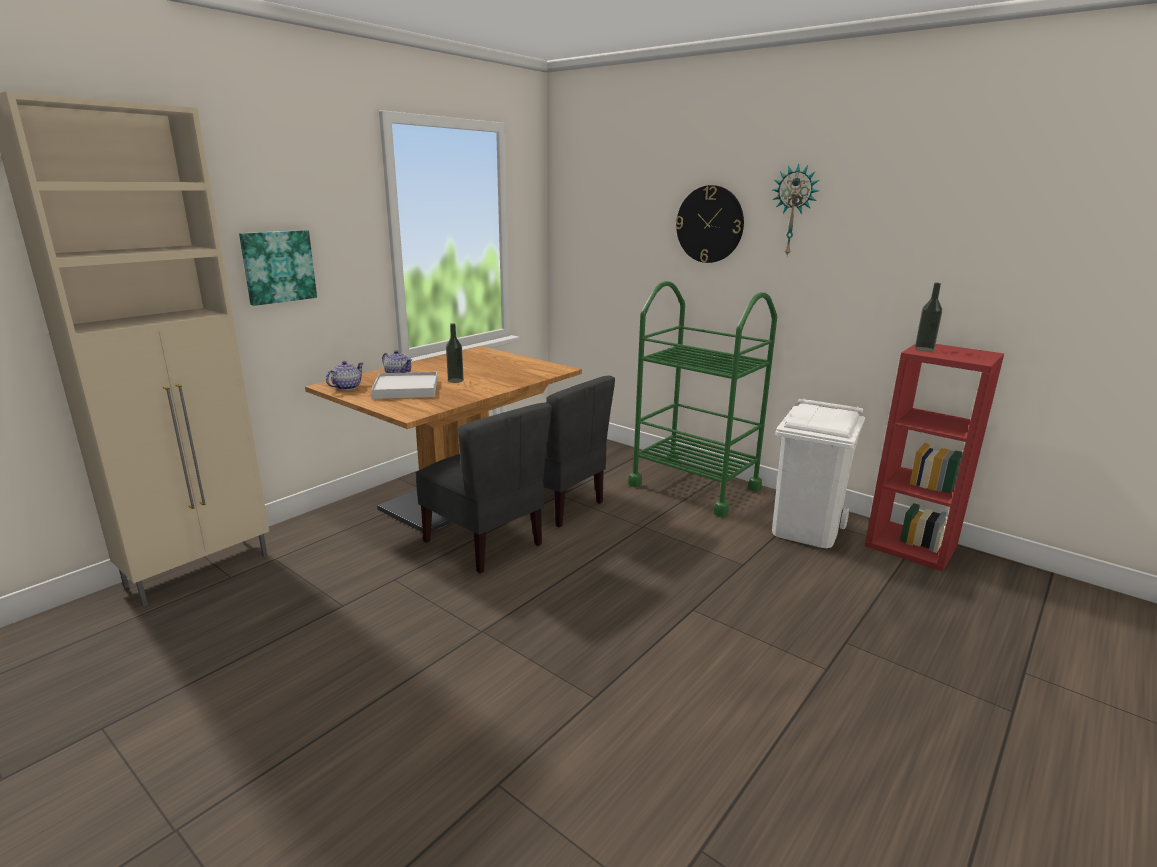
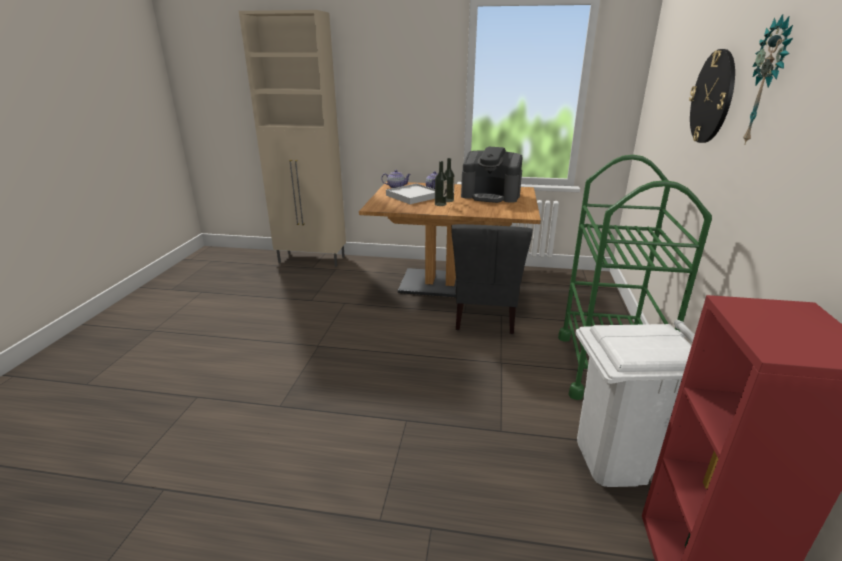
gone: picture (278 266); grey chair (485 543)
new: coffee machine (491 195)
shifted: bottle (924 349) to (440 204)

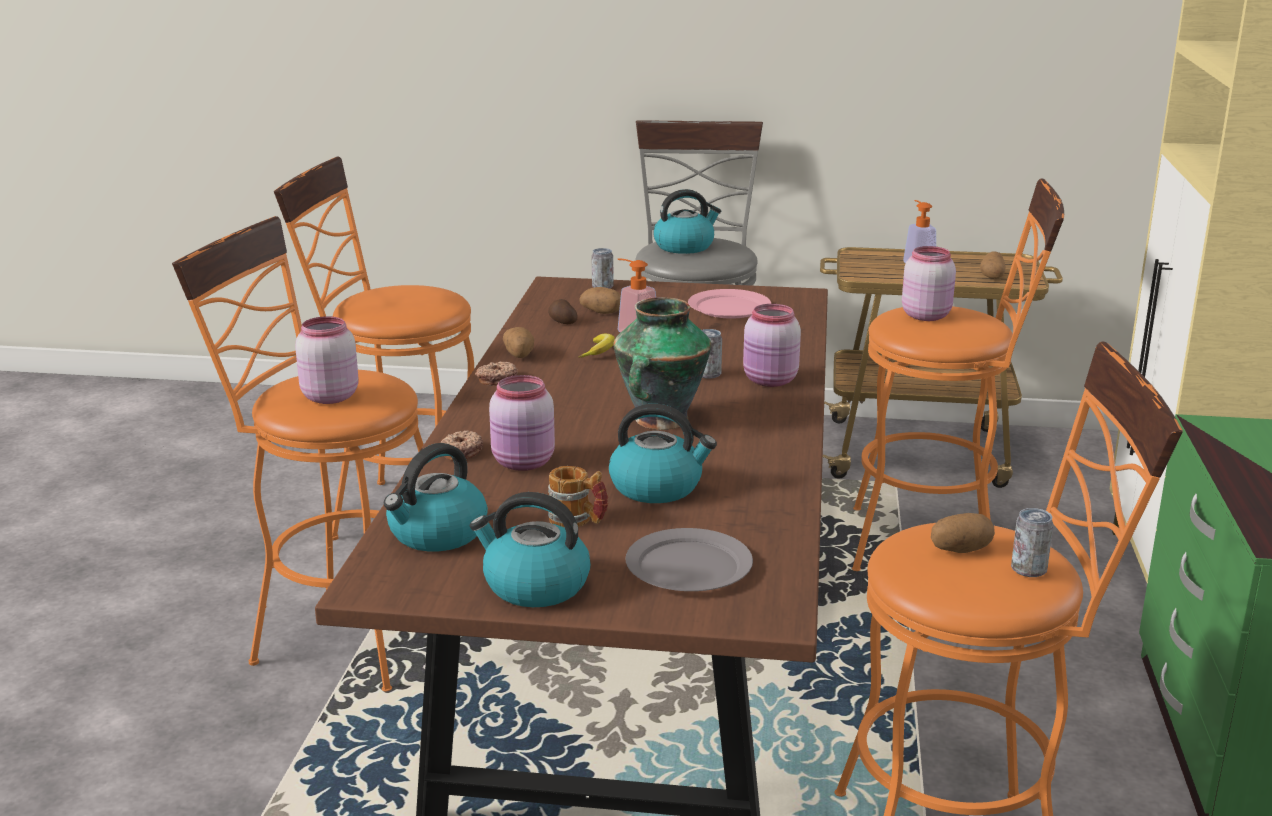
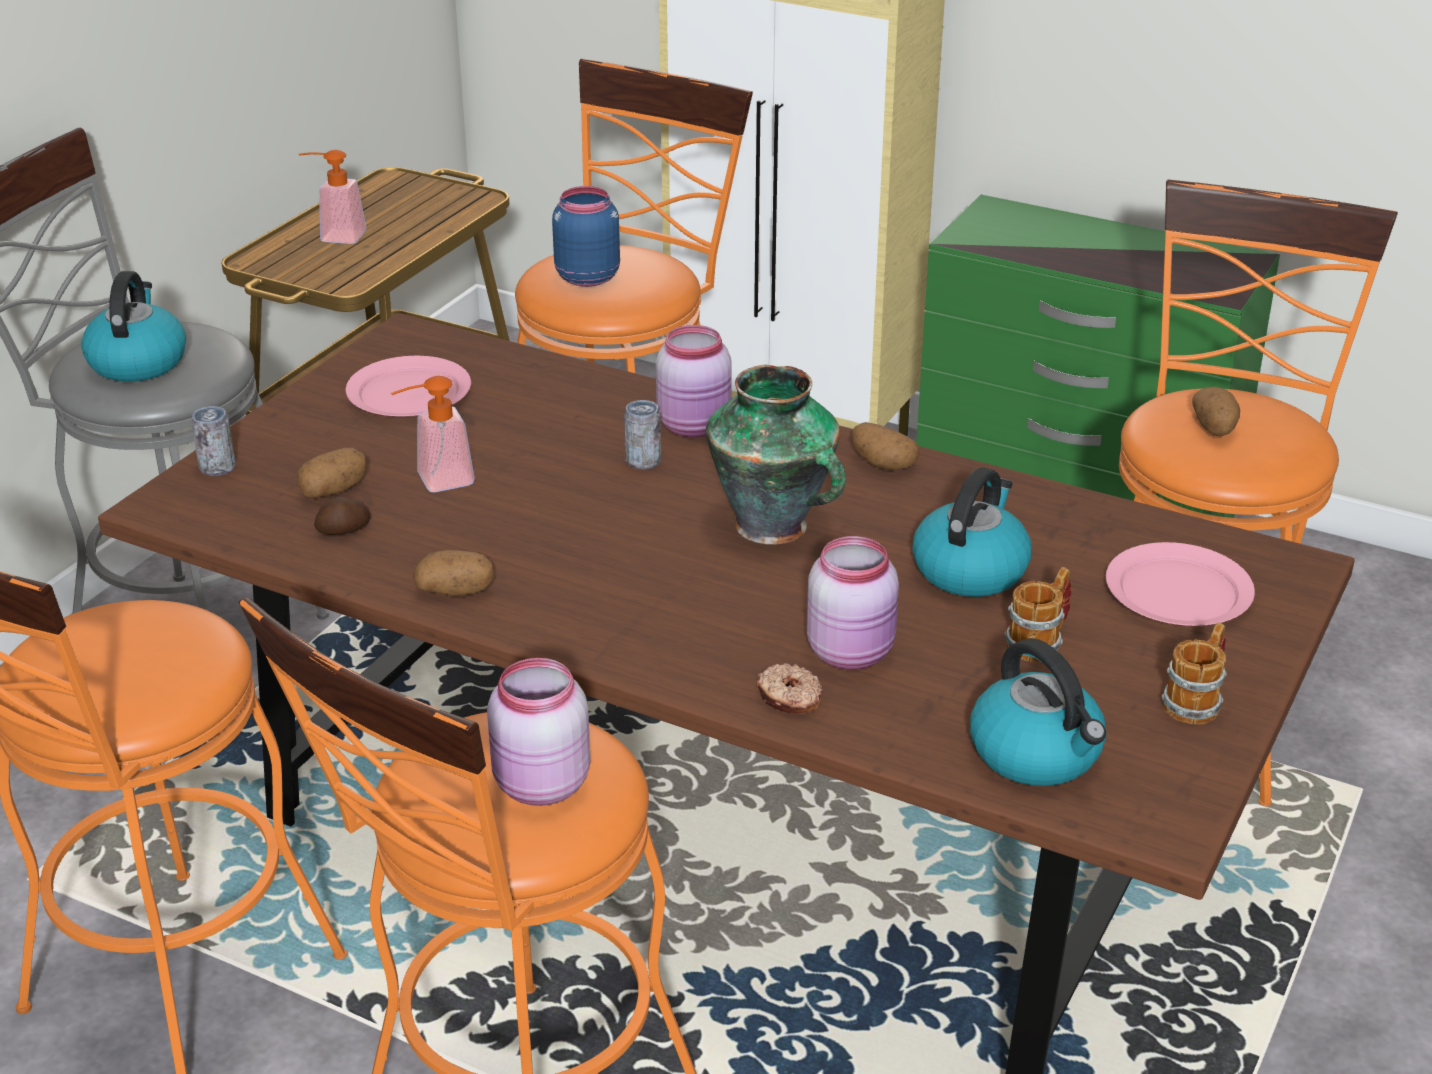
gone: banana (599 351); donut (496 379); can (1028 569)
shifted: potato (992 276) to (882 464)
swapped: kettle (534 586) to mug (1196 701)
repainted: pink jar (926 315) to blue jar (586 277); grey plate (690 566) to pink plate (1178 590)

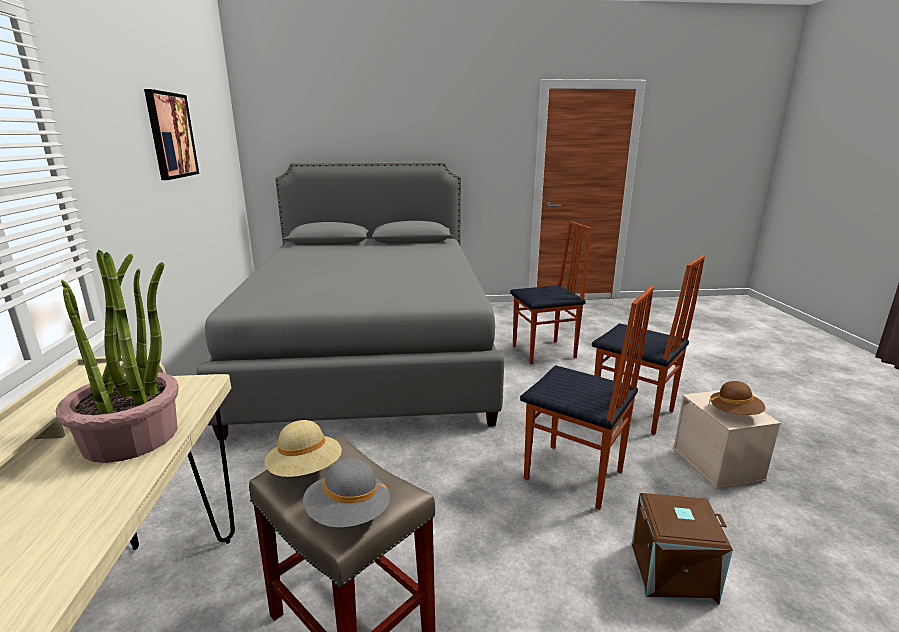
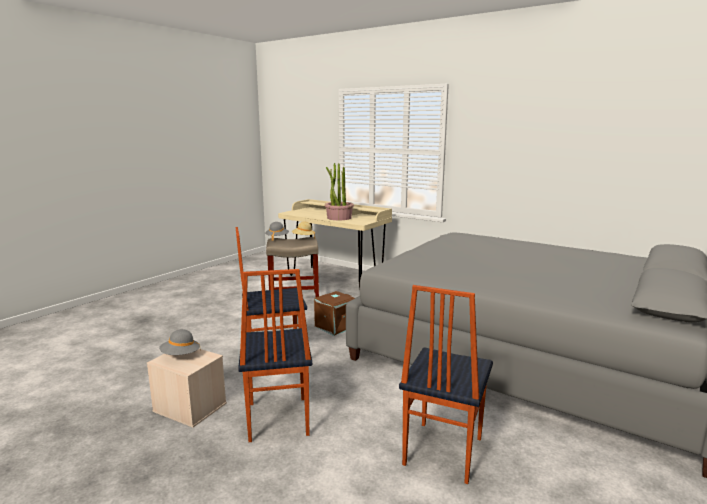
gone: picture (171 135)
shifted: brown storage box (672 573) to (335 326)
repainted: brown hat (734 413) to grey hat (180 355)
rotated: chair (632 412) = (276 419) 90 degrees counterclockwise

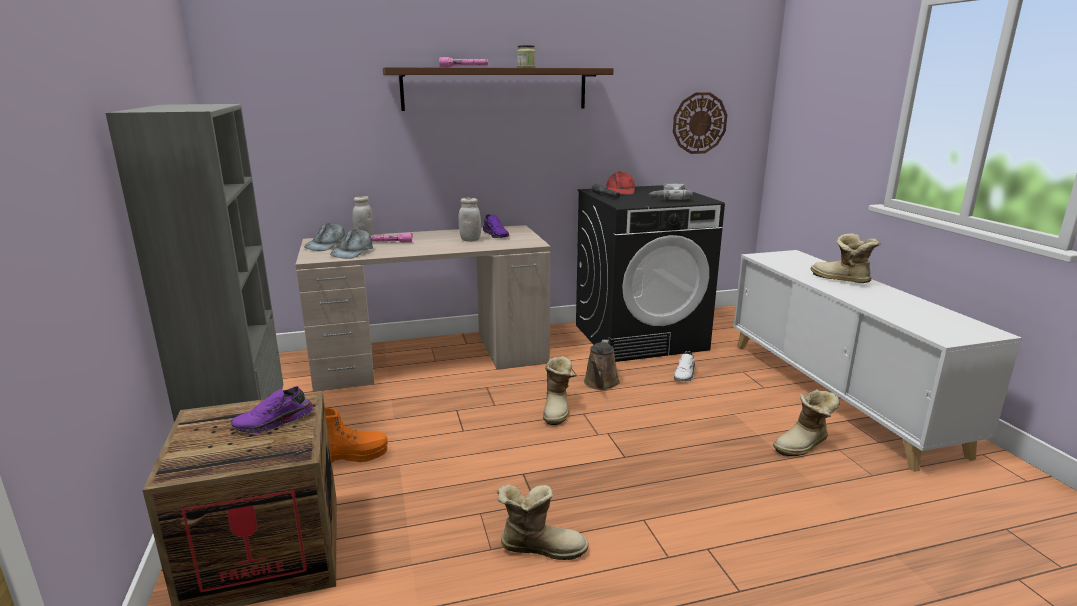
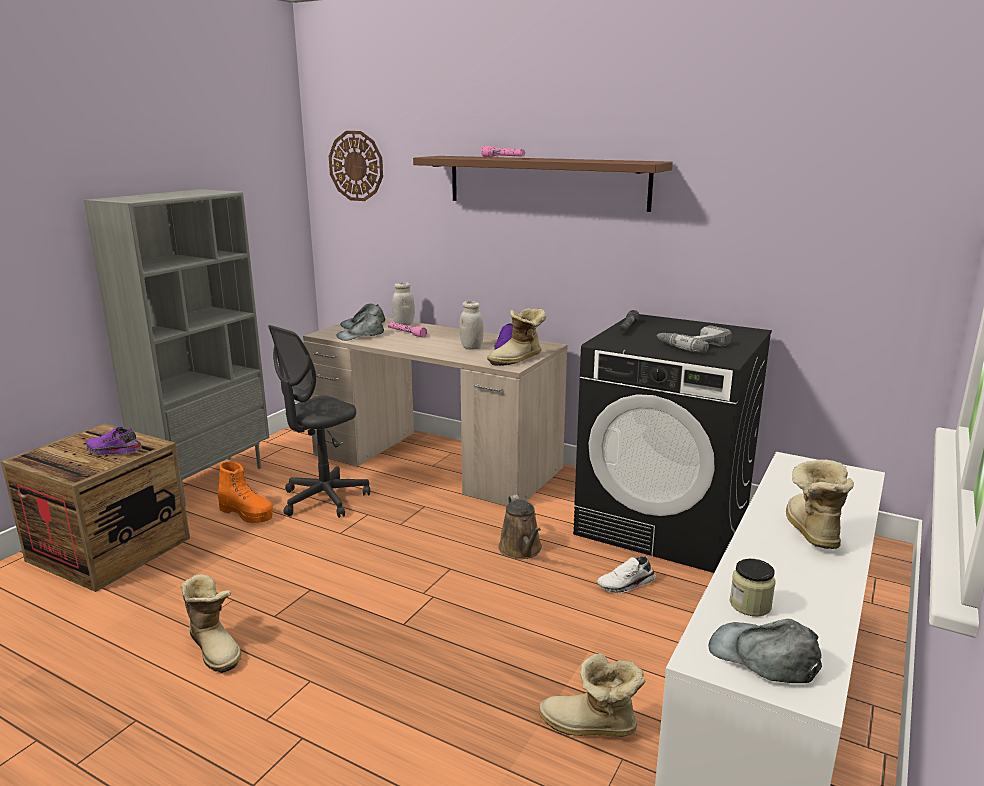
gone: red cap (620 191)
new: grey office chair (324 499); grey cap (763 657)
shifted: jar (526 67) to (750 605); wall clock (699 123) to (356 166); boot (558 410) to (518 359)
rotated: brown watering can (600 383) = (521 550) 75 degrees counterclockwise

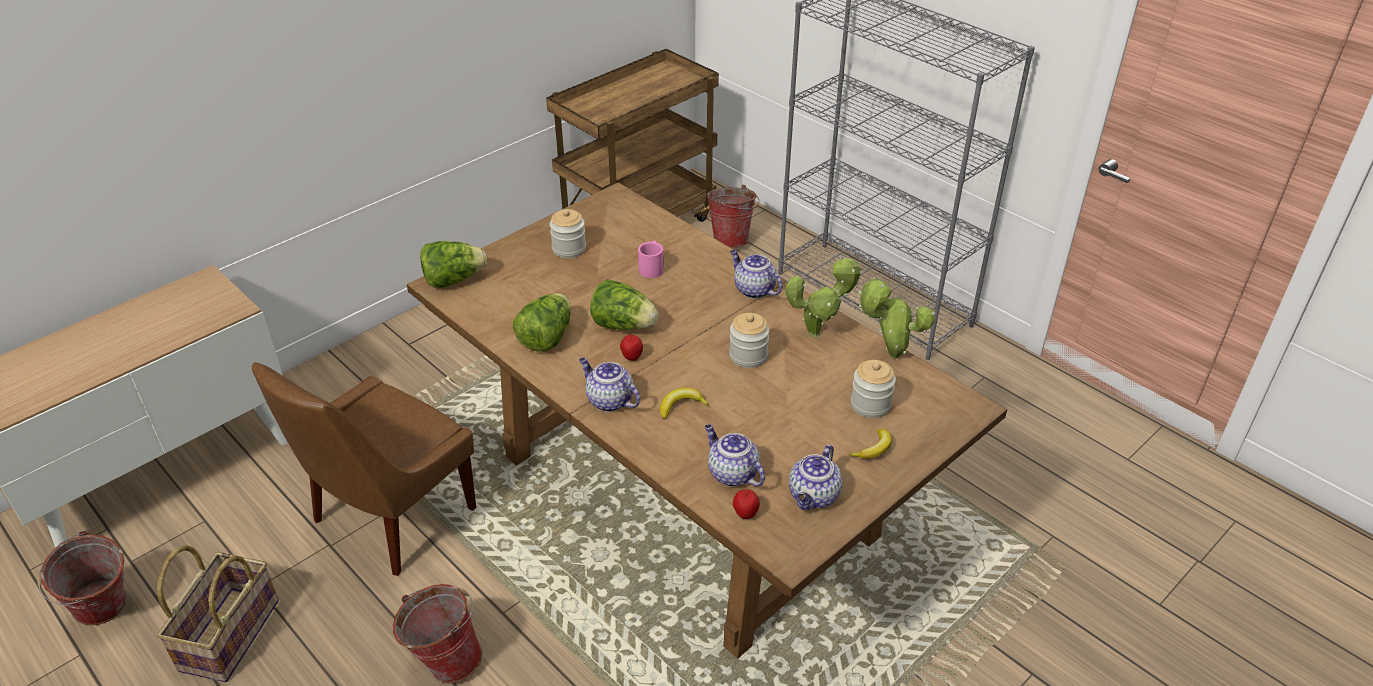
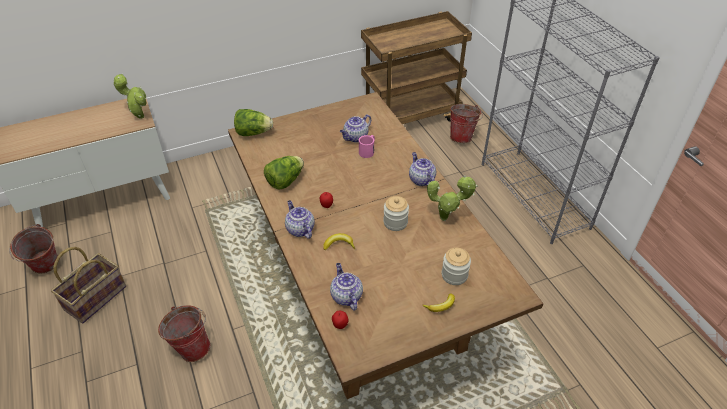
gone: jar (569 249); lettuce (623 325); brown chair (390 518)
shifted: potted plant (889 354) to (139 116); teapot (814 497) to (355 137)

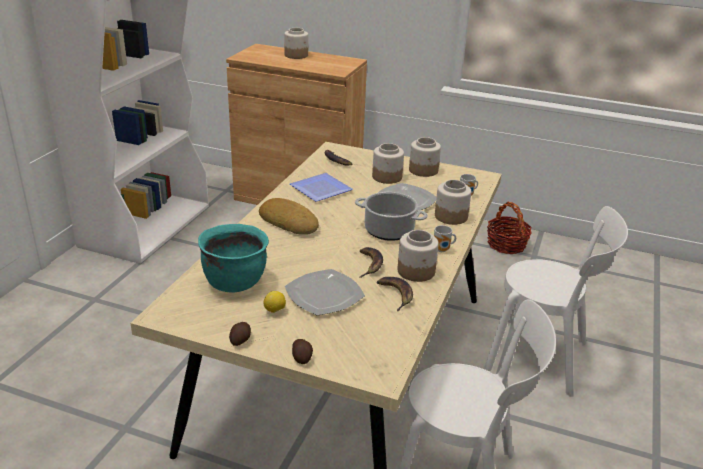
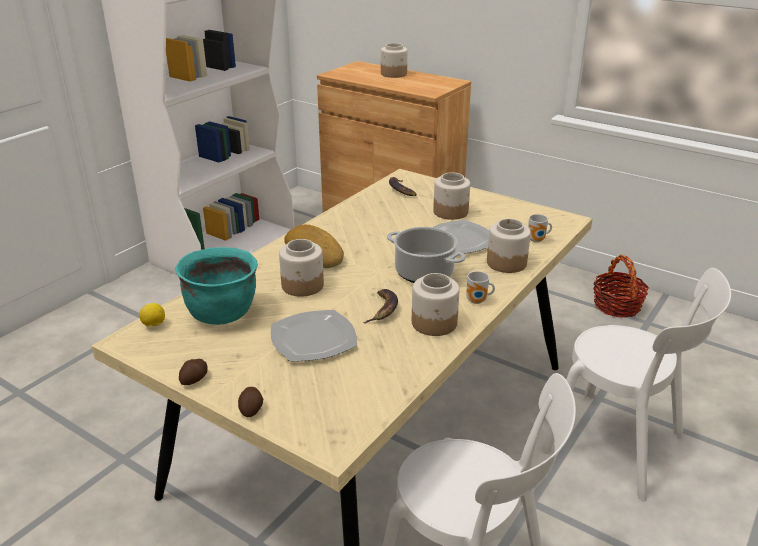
gone: plate (323 190); banana (396 295)
shifted: jar (423 170) to (303 286); lemon (275 311) to (154 325)

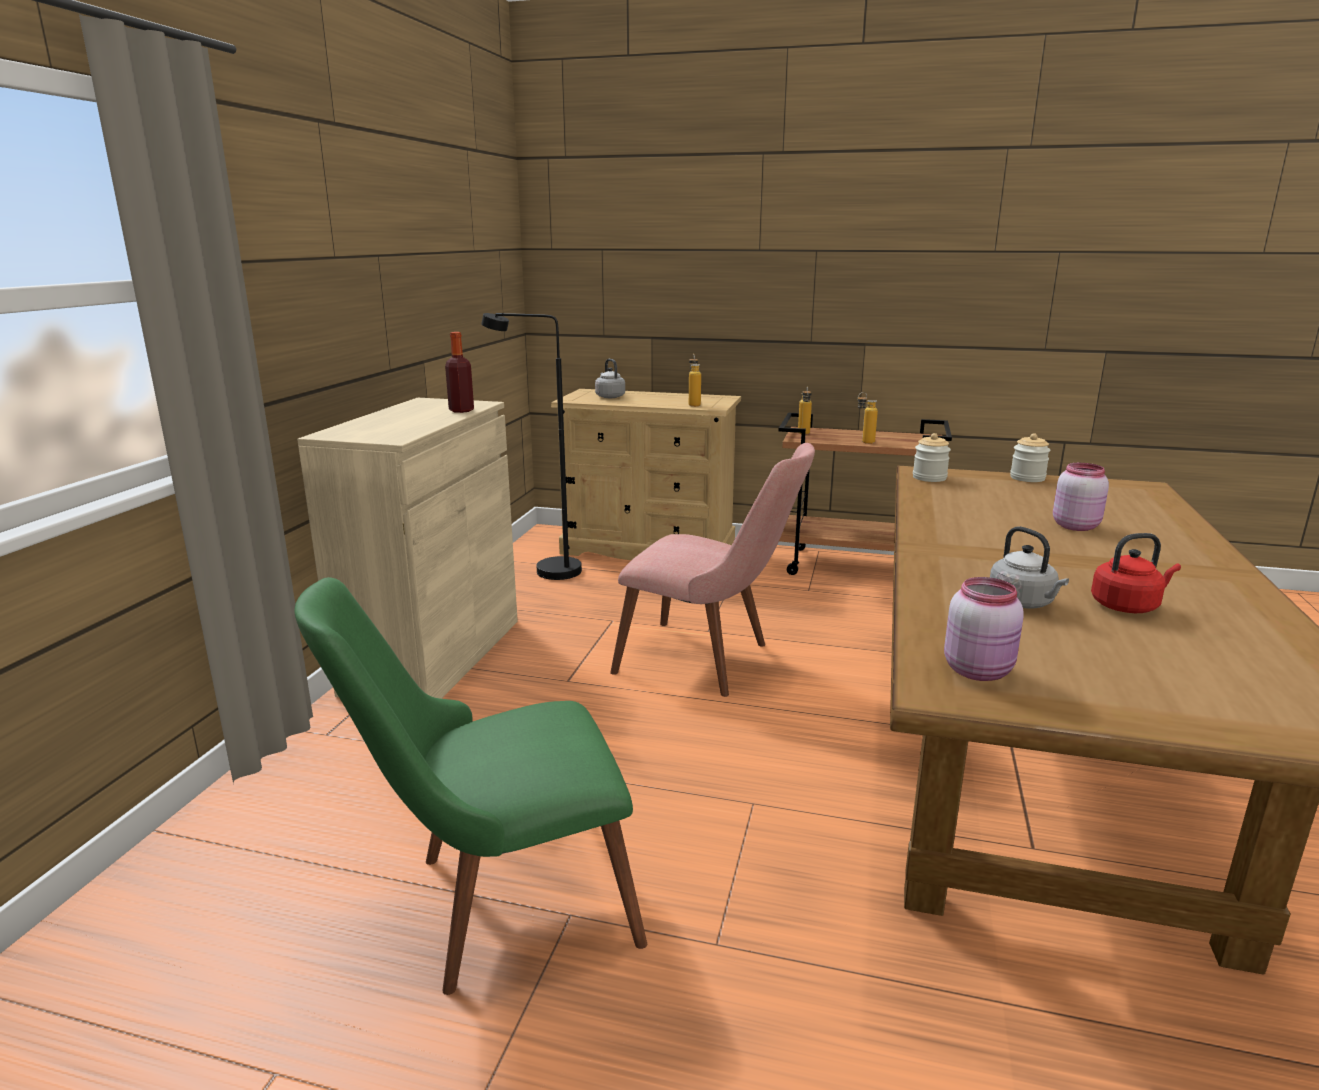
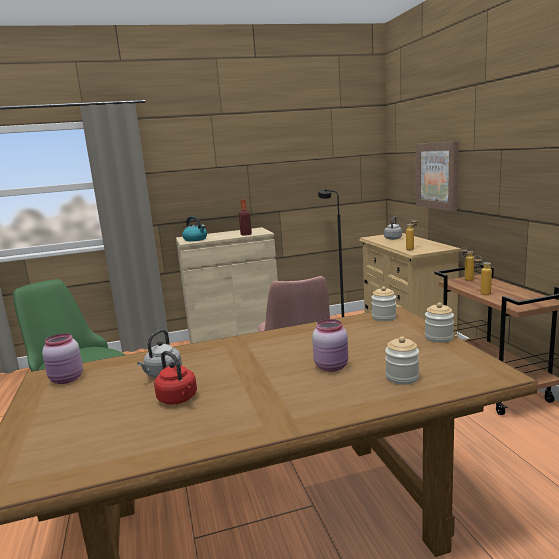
new: picture (437 175); kettle (196 239); jar (402 377)

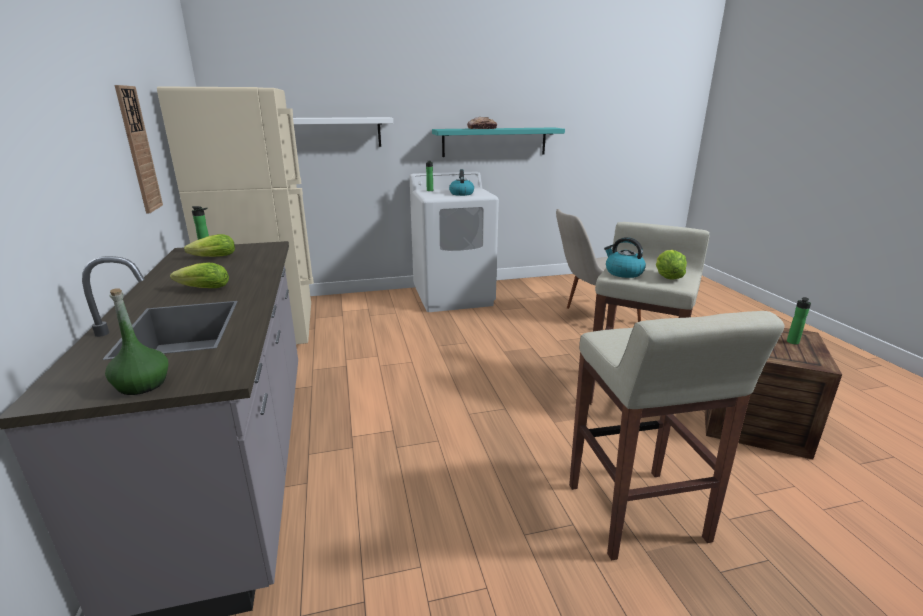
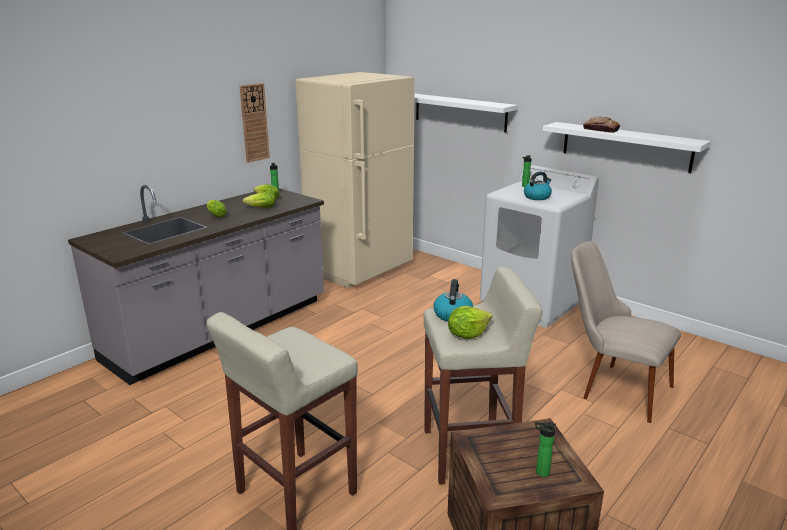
gone: green bottle (142 384)
new: lettuce (259 208)
repainted: turquoise shelf (494 142) to white shelf (625 146)

